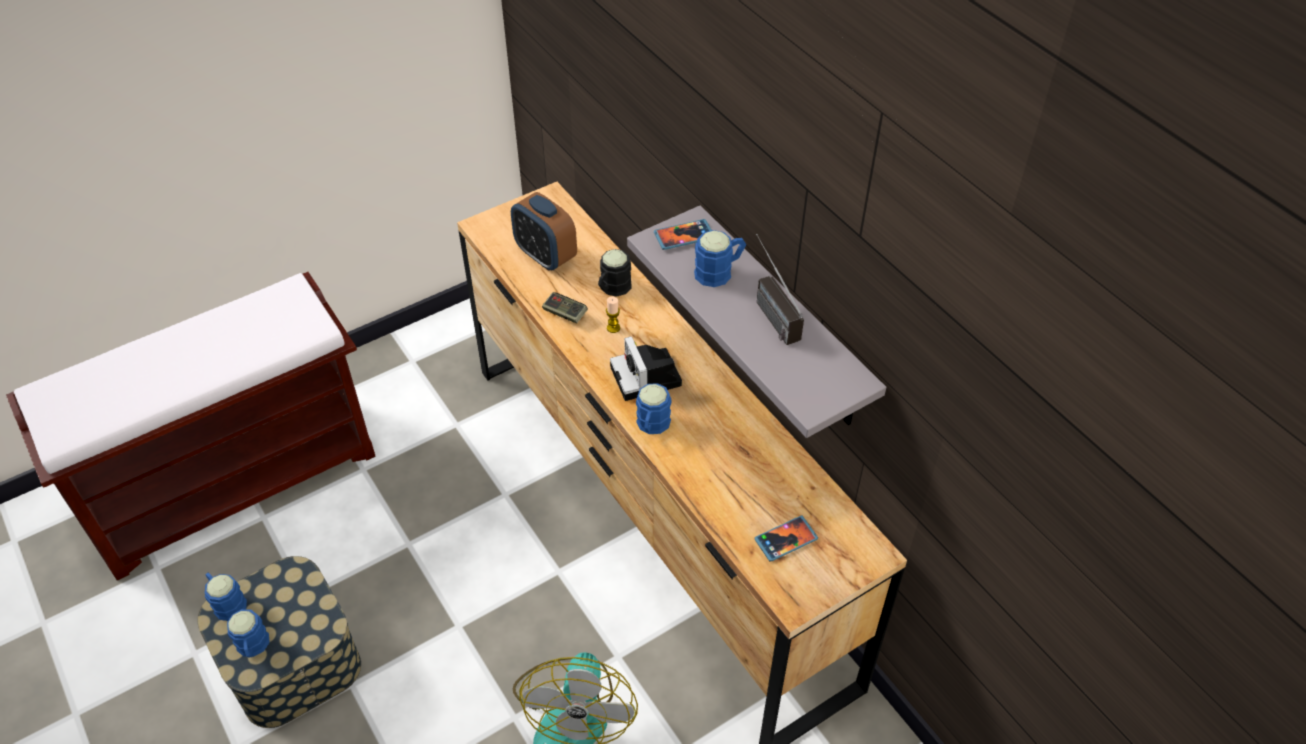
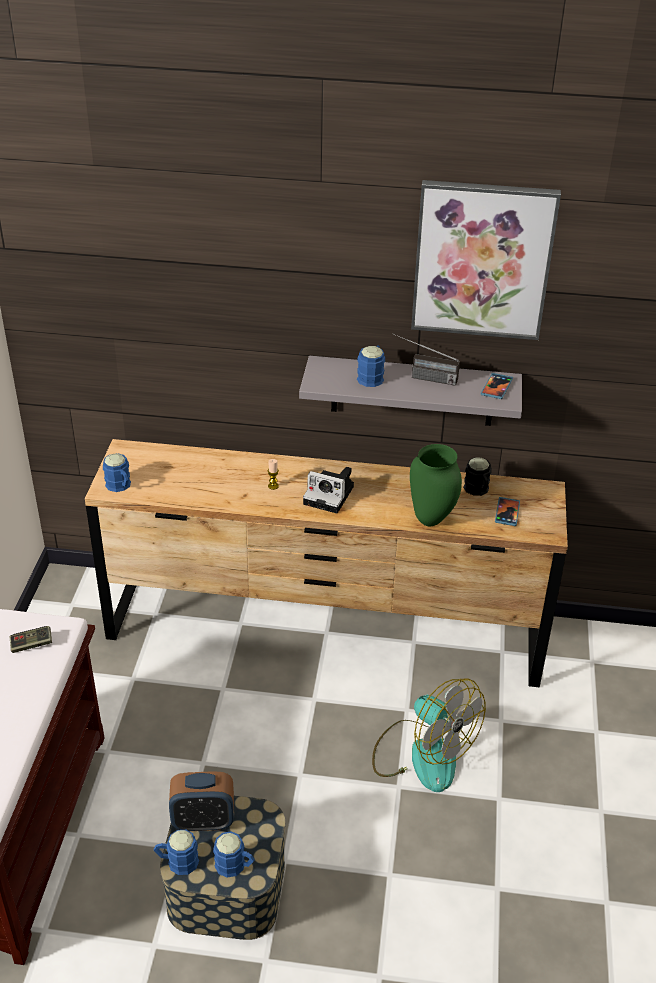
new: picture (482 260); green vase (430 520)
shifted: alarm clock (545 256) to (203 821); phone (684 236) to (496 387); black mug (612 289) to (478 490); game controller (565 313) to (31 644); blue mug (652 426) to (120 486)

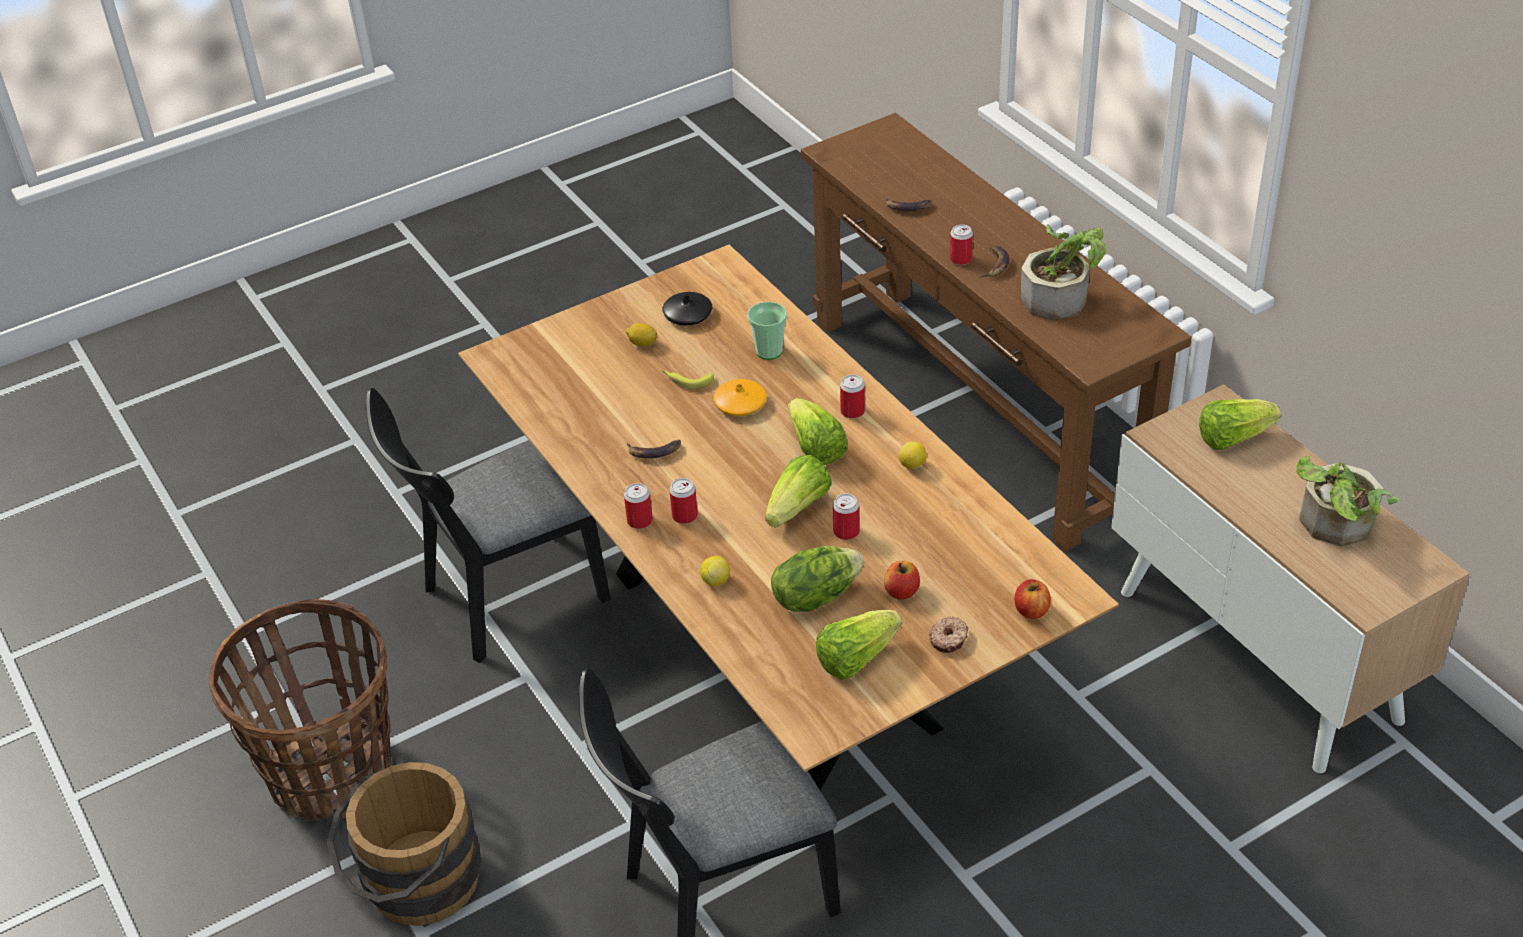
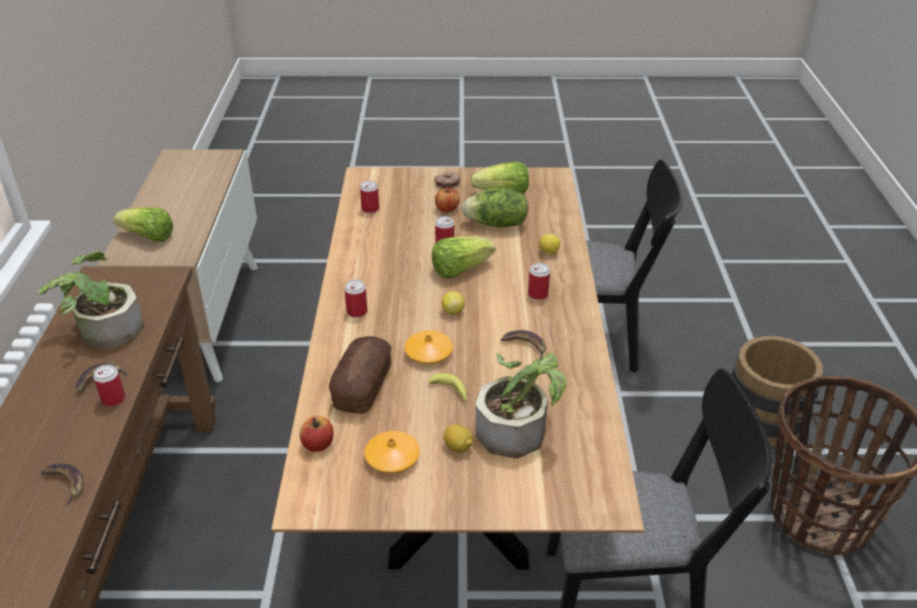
gone: lettuce (815 448)
shifted: lemon (912 465) to (453 311); potted plant (1335 528) to (518 428); can (640 521) to (370 209); apple (1031 610) to (318 444)
swapped: cup (769 351) to bread (362 386)
repainted: black vase (688 315) to orange vase (392 458)

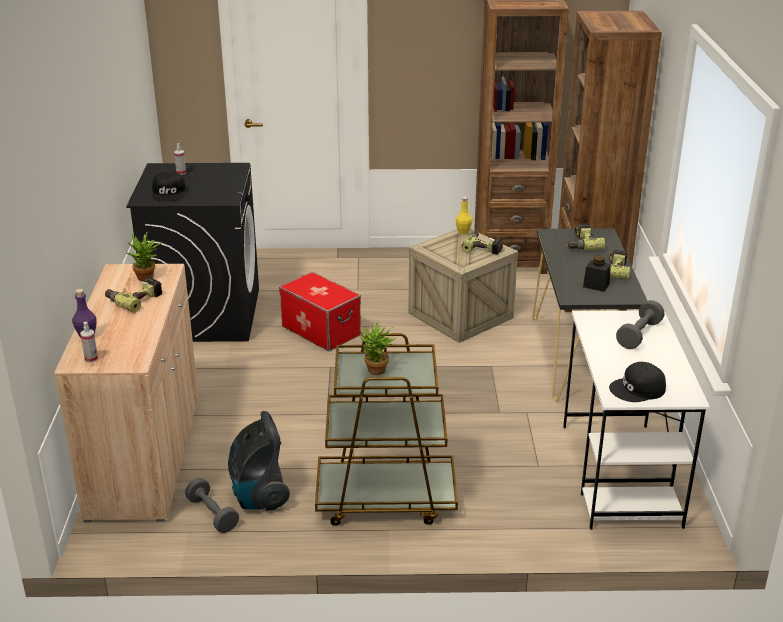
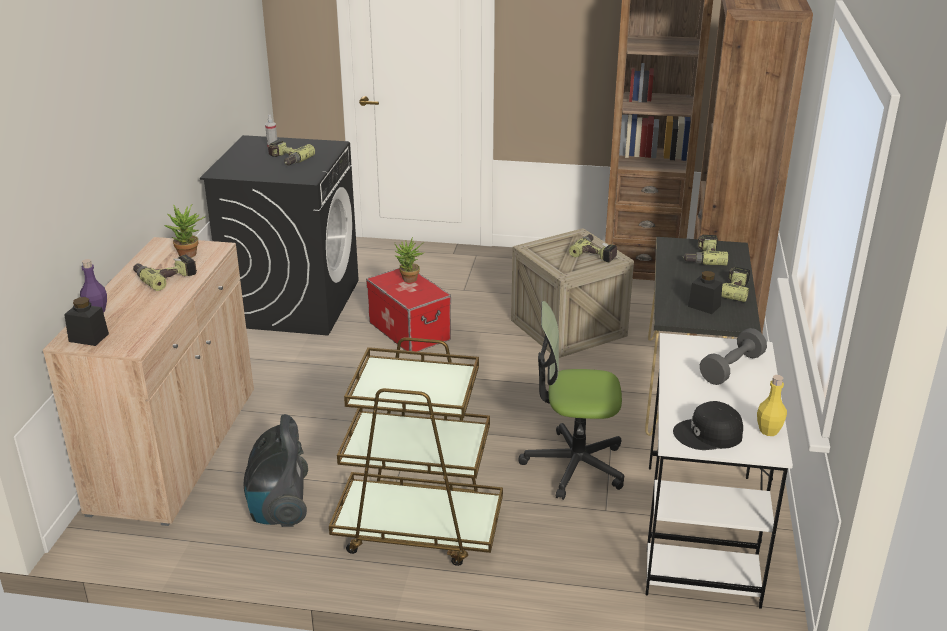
gone: black cap (169 193); grey dumbbell (212 514)
new: power drill (286 159); office chair (574 465)
shifted: yellow bottle (463 232) to (768 431); potted plant (376 372) to (408 280)
swapped: spray bottle (91 359) to black jar (88 337)

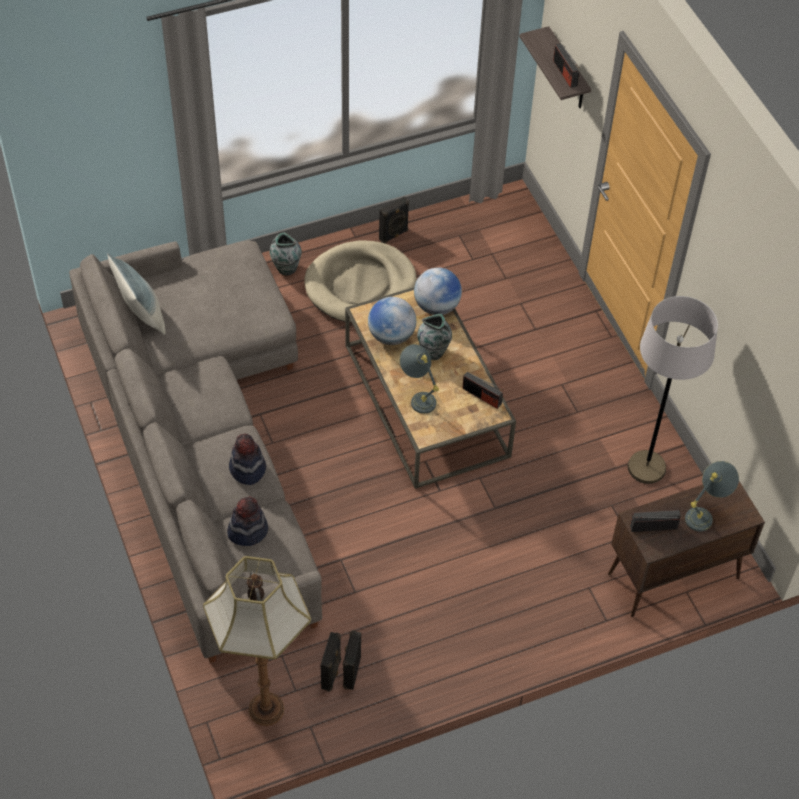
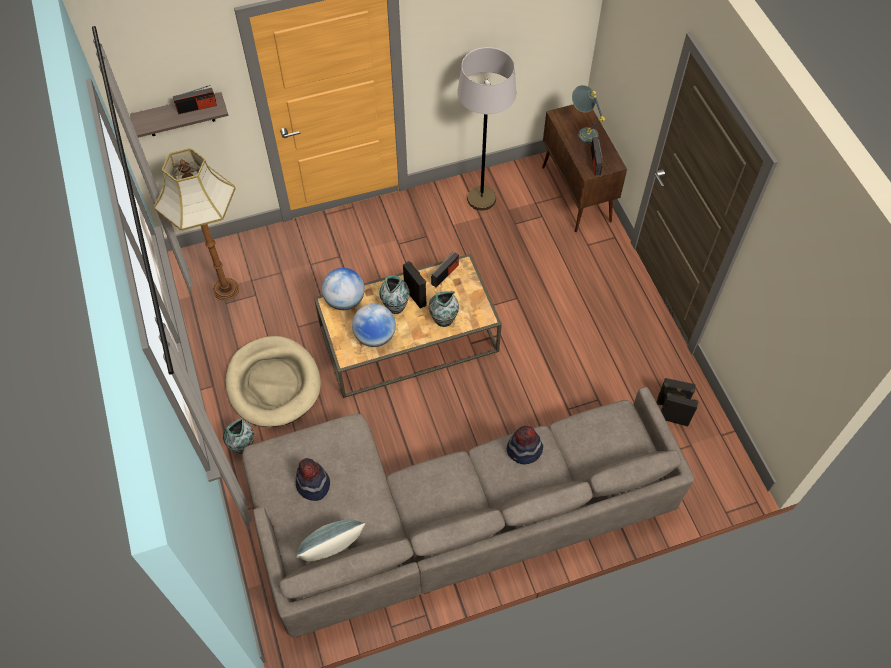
shifted: black speaker (394 235) to (416 296); hat (247 530) to (313 484); floor lamp (265 710) to (226 290)
swapped: grey table lamp (418 396) to vase (443 319)

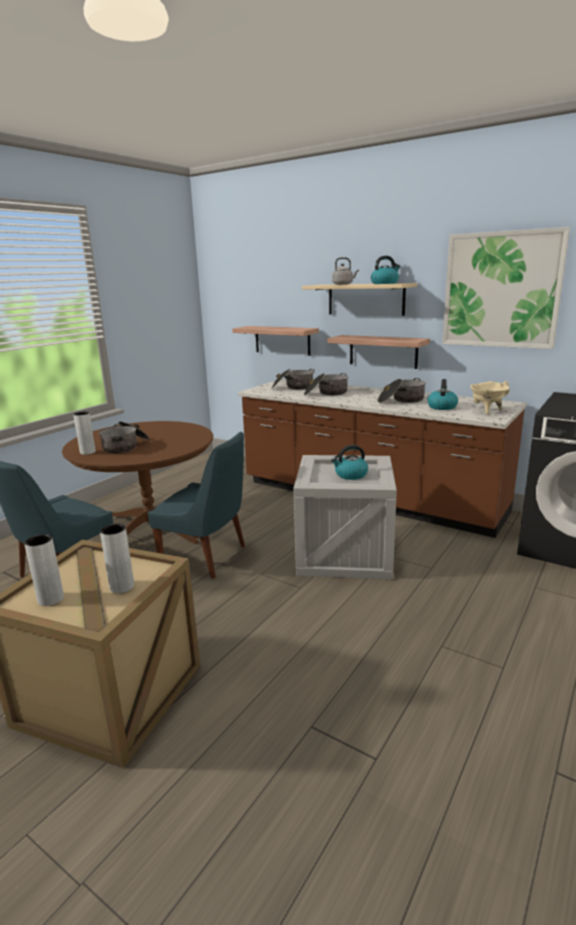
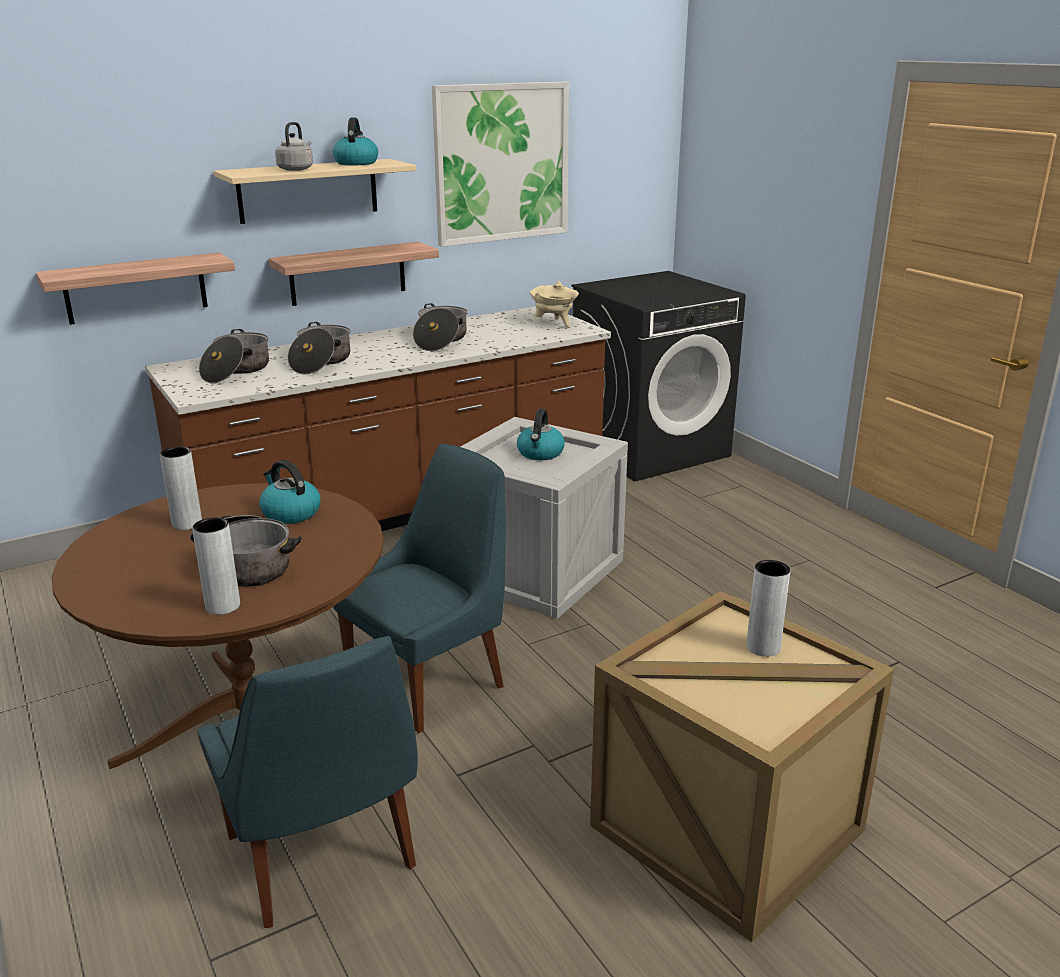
shifted: kettle (442 407) to (290 513); grey vase (51 599) to (187 524)

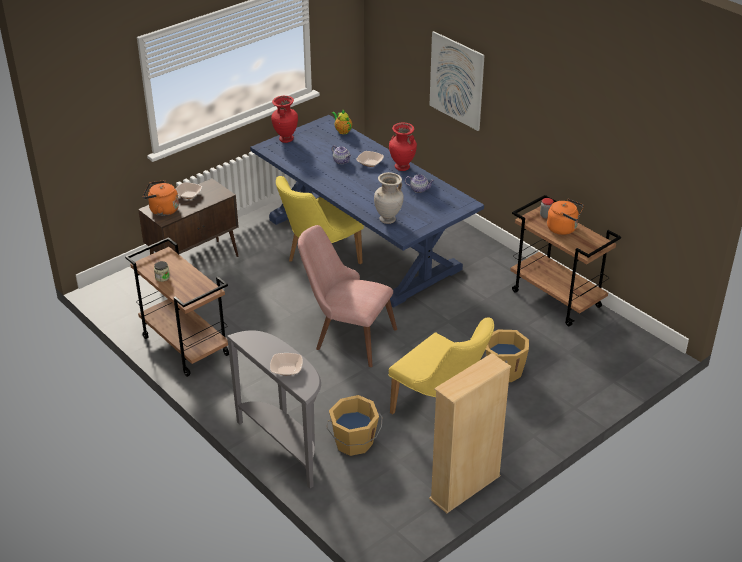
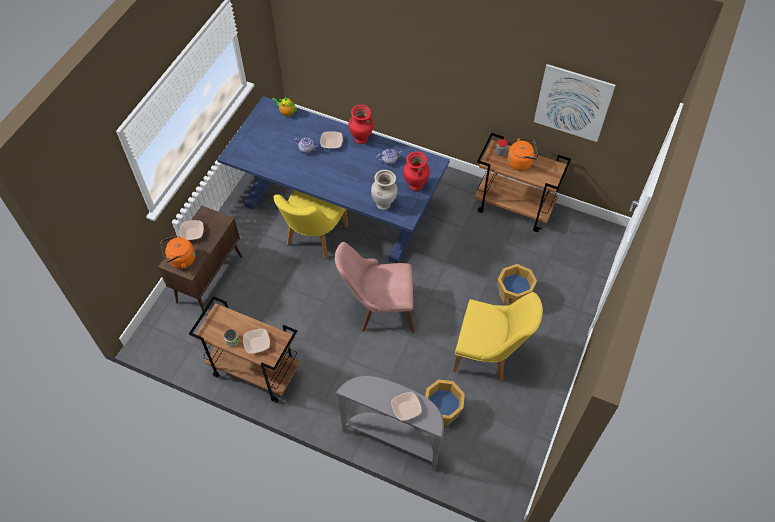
gone: beige bookcase (465 487)
new: bowl (257 343)
shifted: picture (456 80) to (572 103); red vase (285 139) to (415 186)

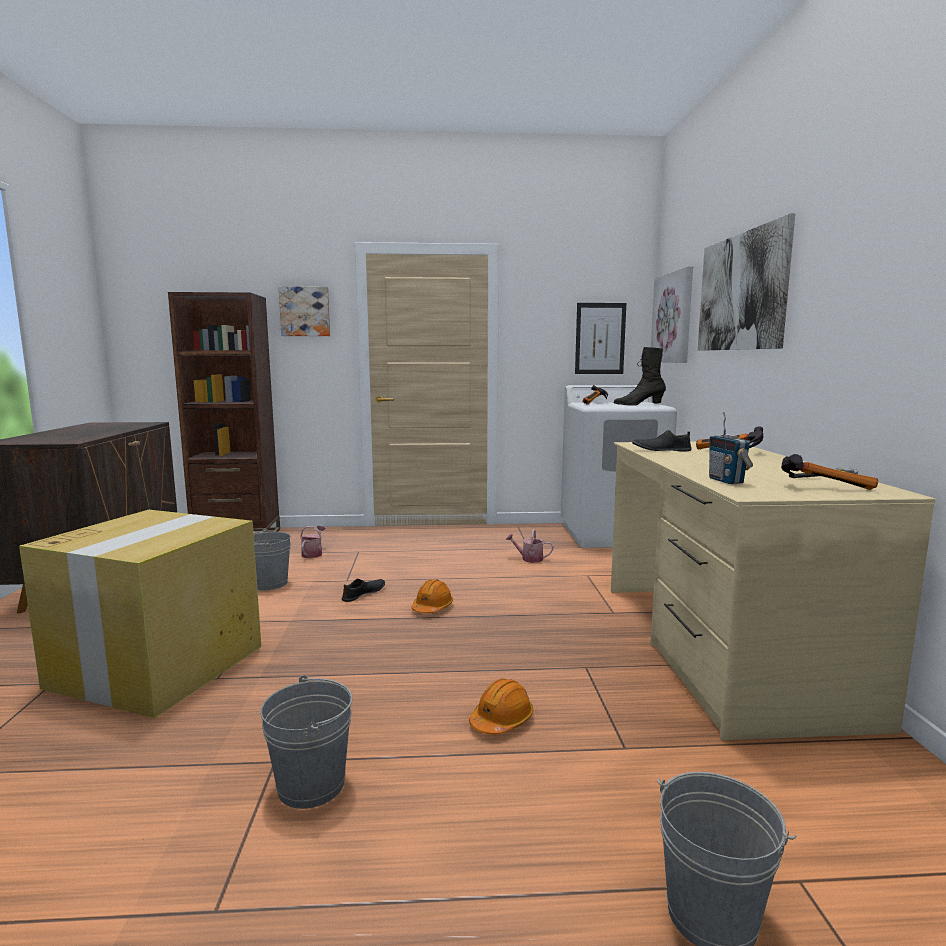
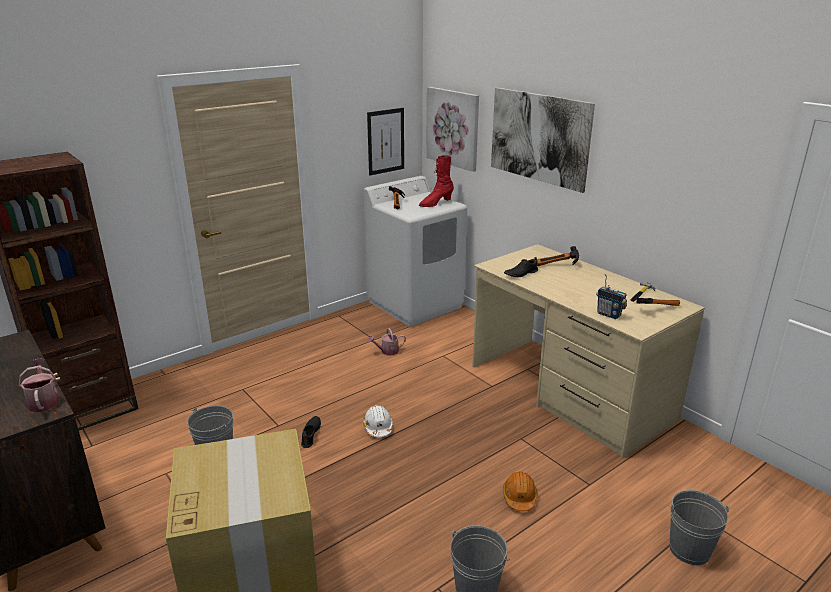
gone: picture (305 311)
shifted: watering can (313 553) to (44 400)
repainted: black boot (638 405) to red boot (435 203); orange hard hat (432 607) to white hard hat (378 427)

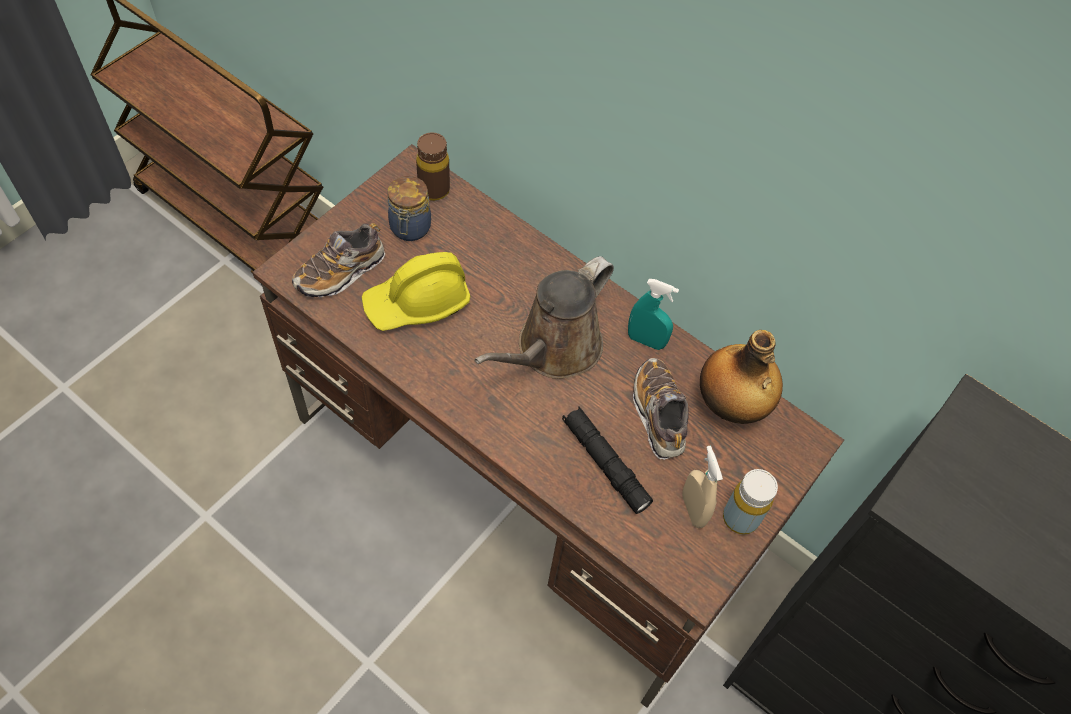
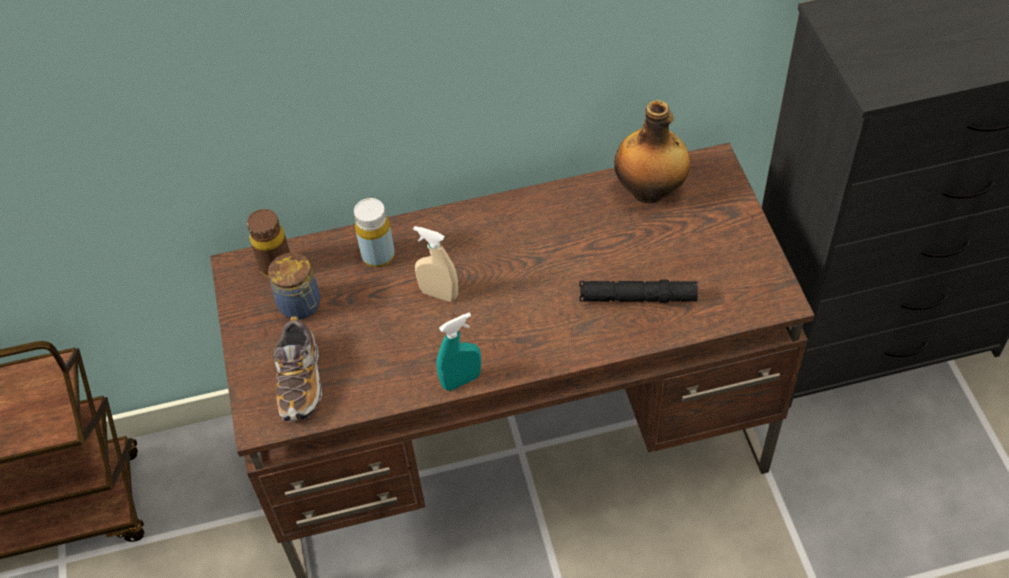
gone: yellow hard hat (417 302); brown watering can (553 350); shoe (658 415)
shifted: turquoise spray bottle (646 341) to (461 380); beige spray bottle (693 509) to (439 294); yellow bottle (740 518) to (378 255)

